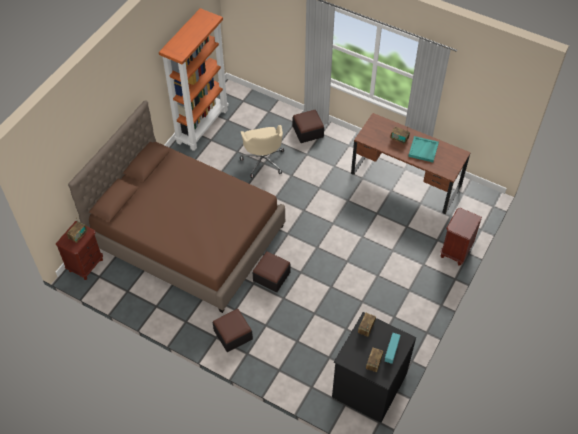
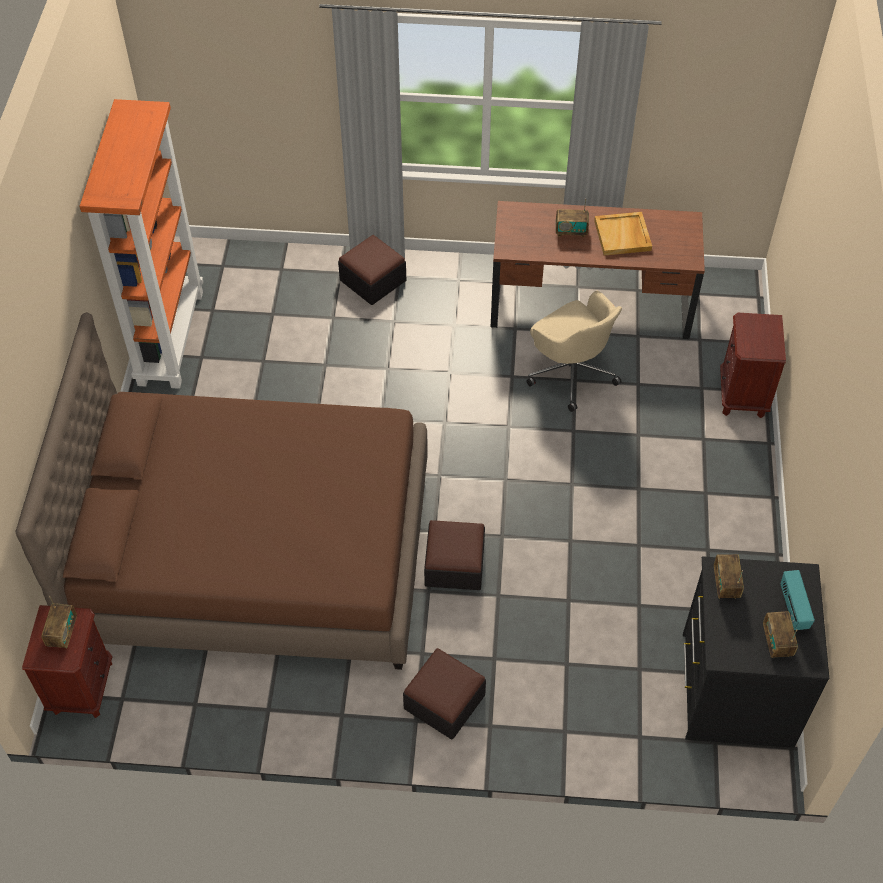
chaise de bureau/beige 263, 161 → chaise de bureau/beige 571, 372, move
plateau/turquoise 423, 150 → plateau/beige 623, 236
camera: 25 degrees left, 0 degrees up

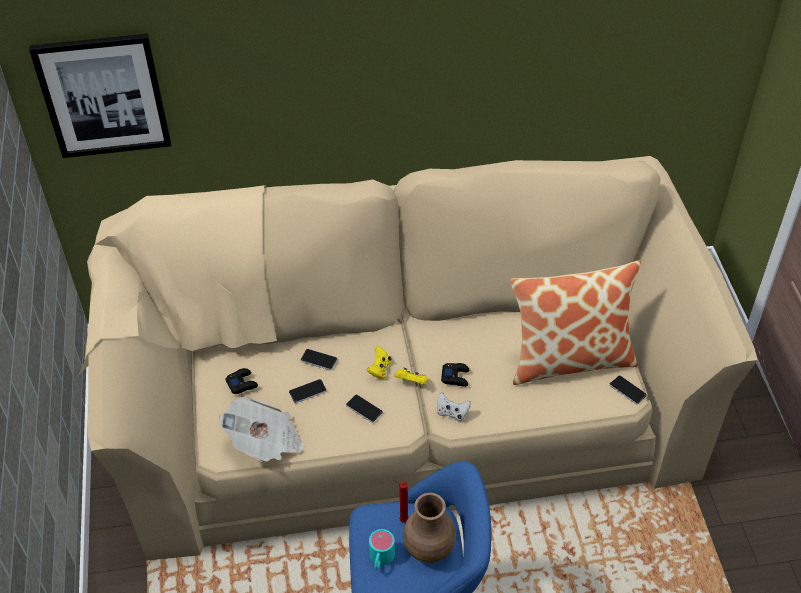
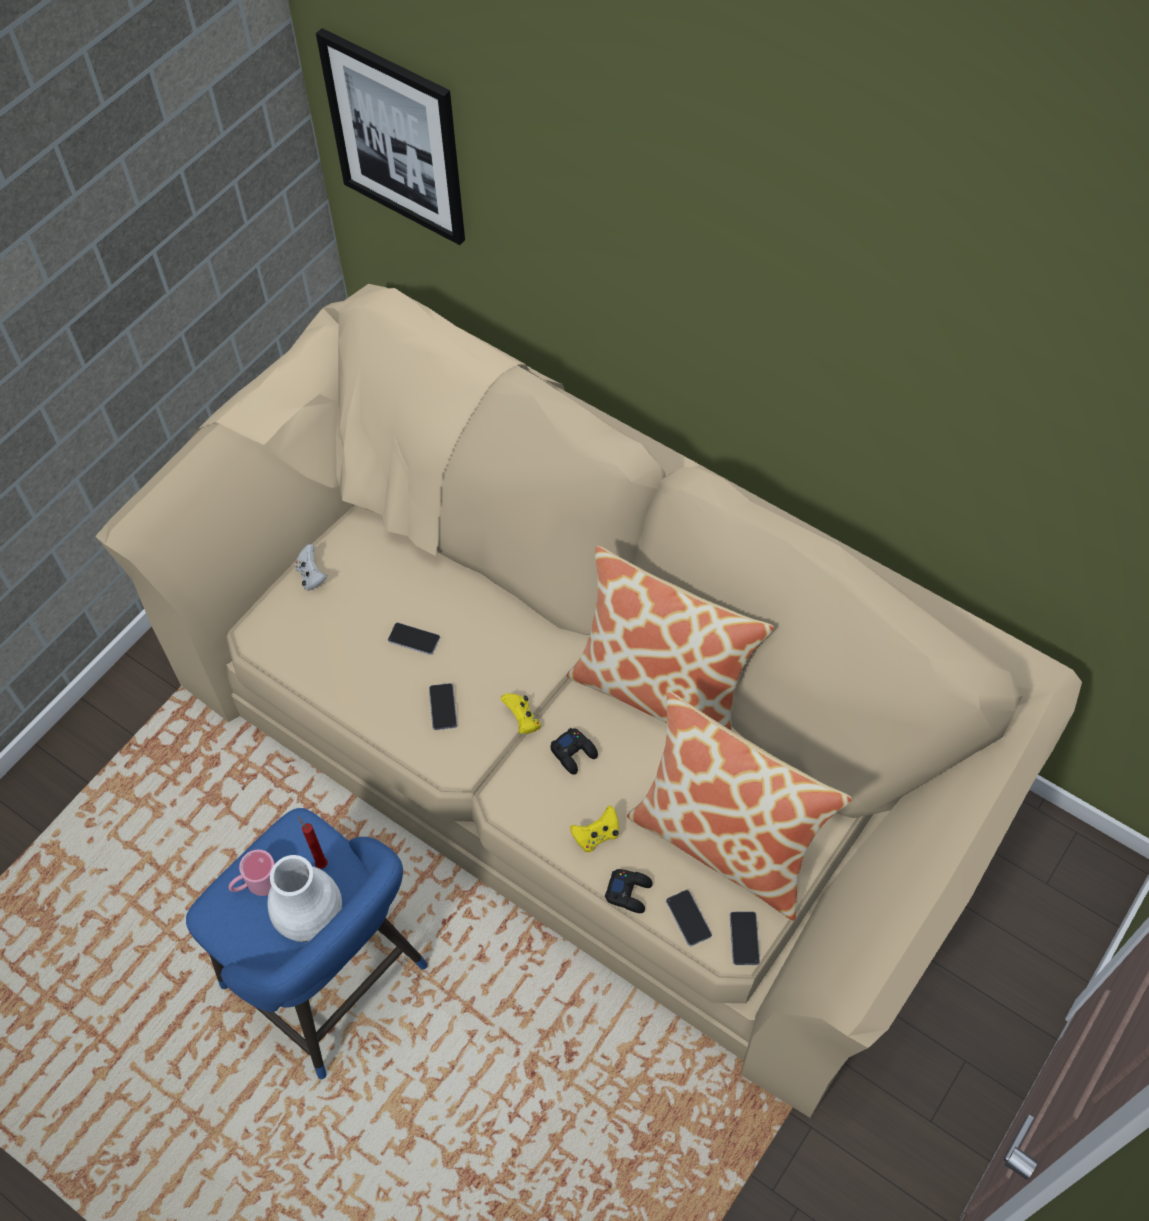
mug/turquoise 380, 559 → mug/rose 256, 883
vase/marron 429, 547 → vase/blanc 311, 916
manette/blanc 452, 413 → manette/blanc 311, 576, move
- → coussin 661, 692
manette/jaune 379, 369 → manette/jaune 596, 835, move
manette/noir 242, 383 → manette/noir 629, 892, move
téléphone 319, 360 → téléphone 688, 918, move
journal 265, 442 → -
camera: 45 degrees right, 10 degrees up

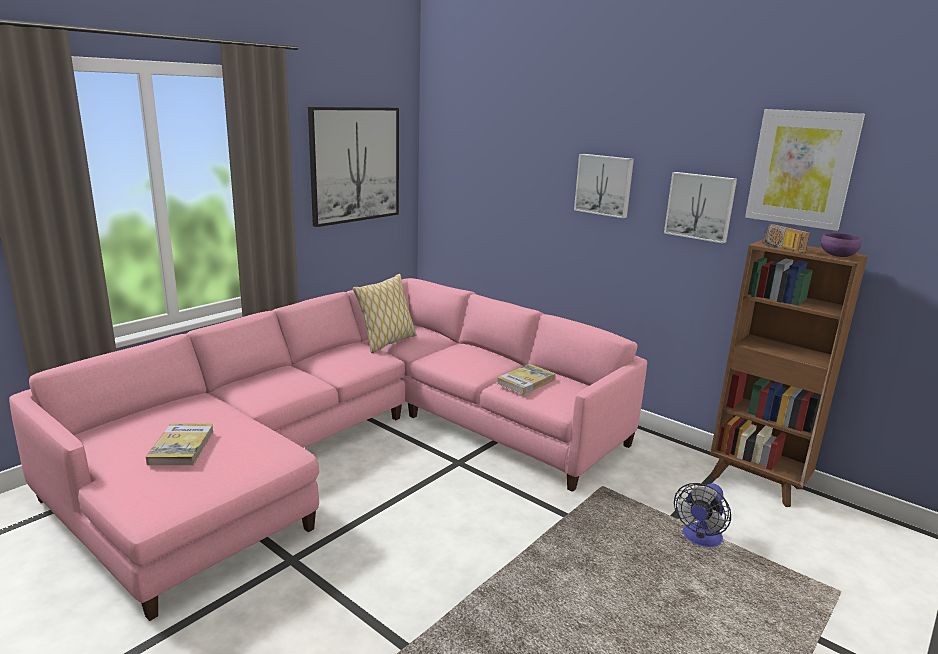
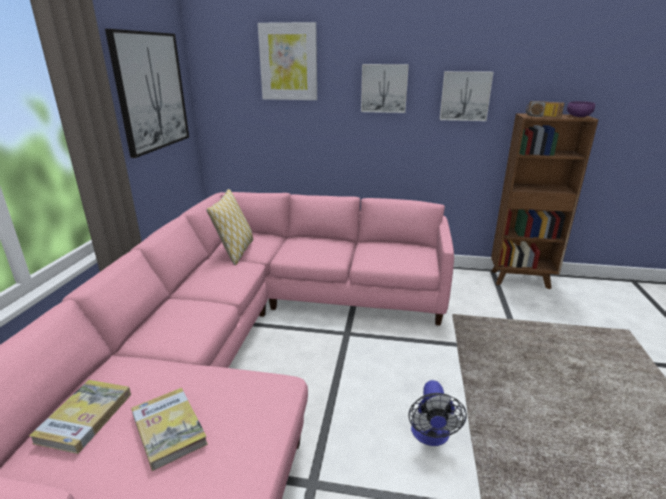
livre 526, 381 → livre 85, 417, move
tableau 801, 168 → tableau 288, 62, move
ventilateur 700, 539 → ventilateur 431, 436, move
camera: 30 degrees left, 5 degrees up

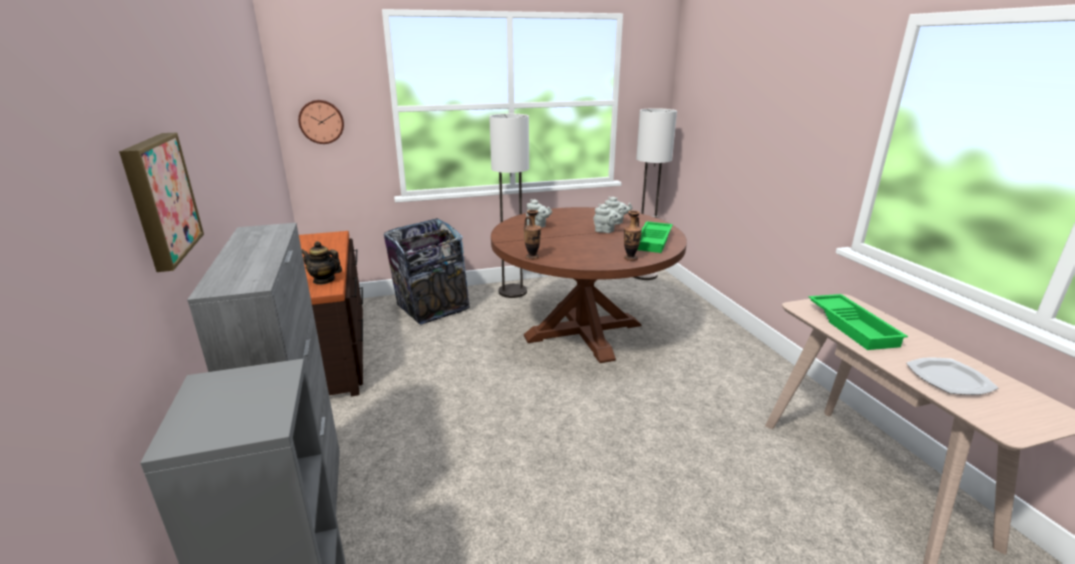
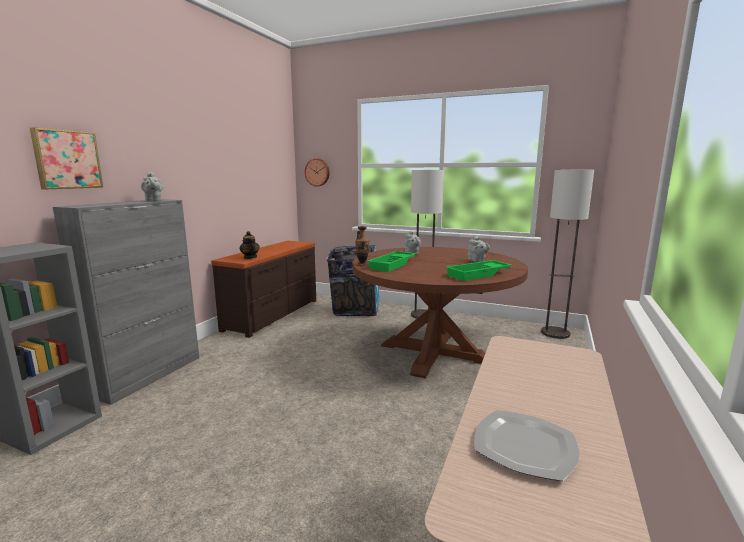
théière/gris 606, 231 → théière/gris 153, 200, move
plateau/vert 853, 326 → plateau/vert 393, 265, move
vase 630, 258 → -
camera: 40 degrees right, 10 degrees down

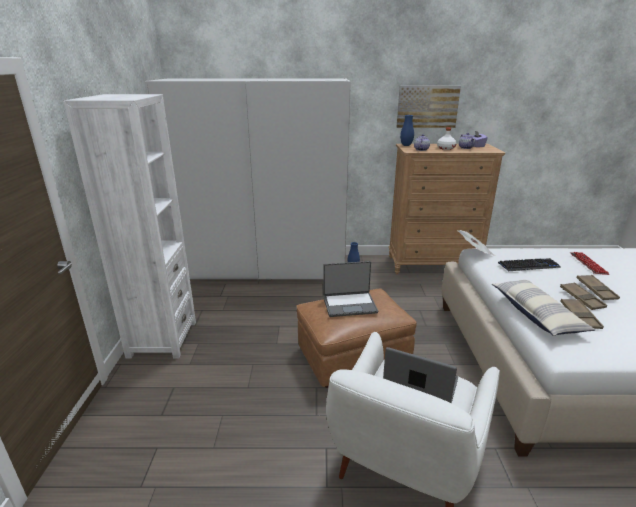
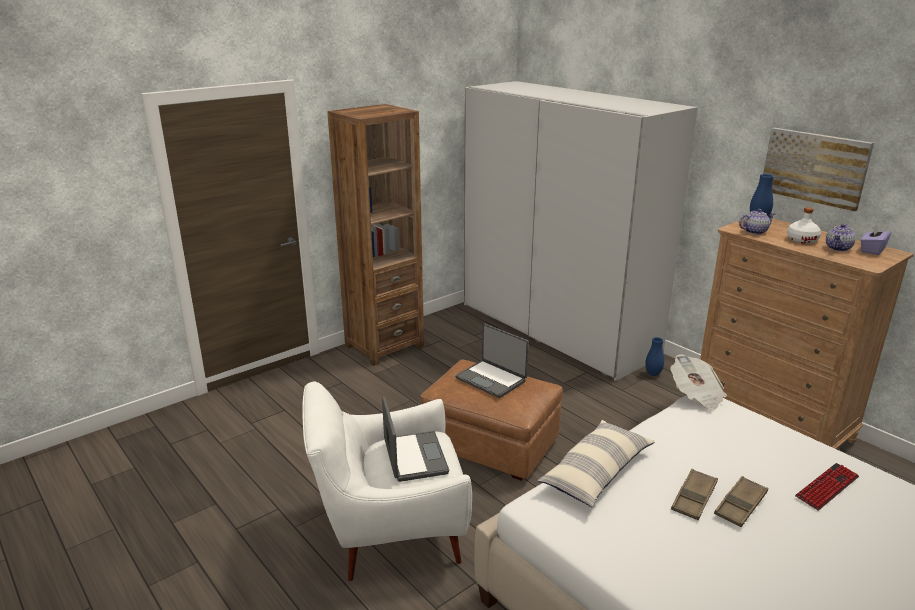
bibliothèque/blanc 162, 339 → bibliothèque/marron 384, 346
clavier 529, 265 → -
plateau/marron 579, 316 → -
camera: 50 degrees right, 0 degrees up

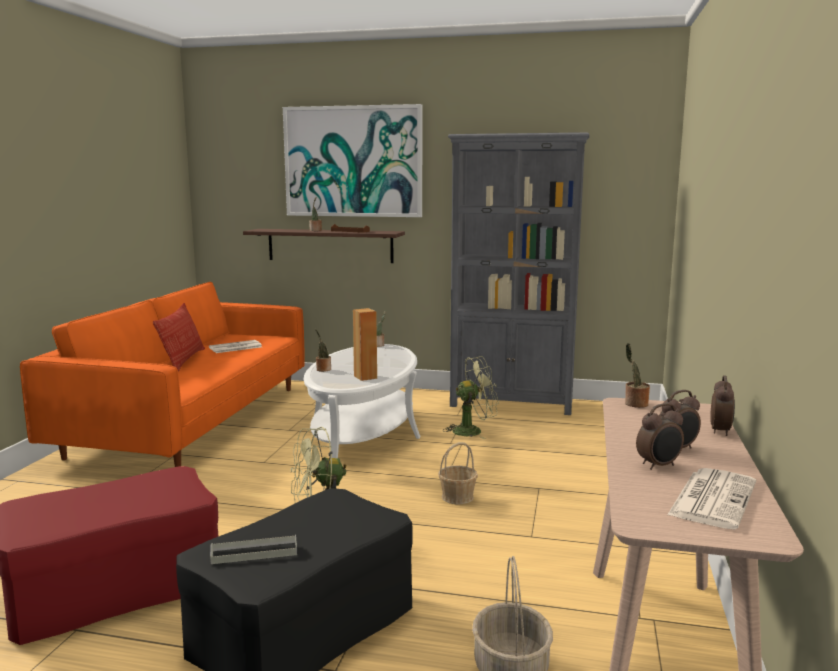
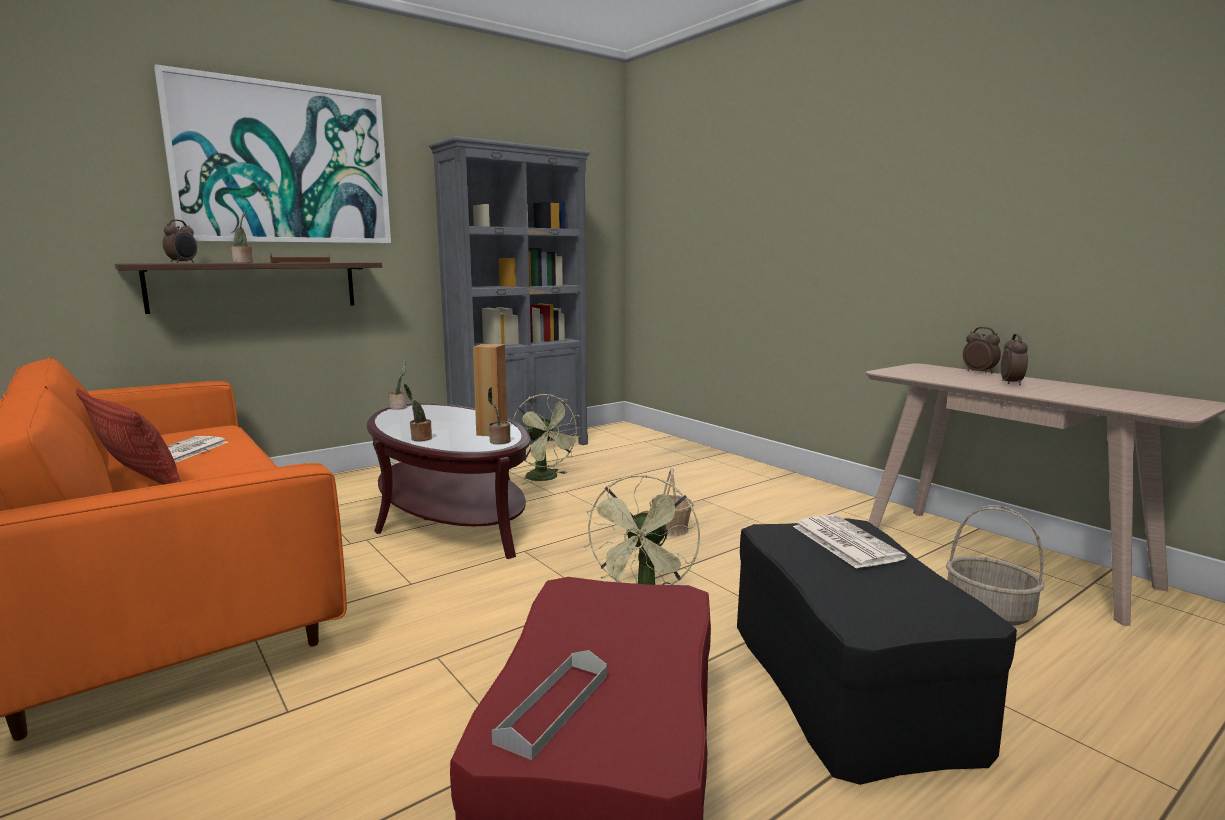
réveil 659, 466 → réveil 183, 263, move
table basse/blanc 364, 433 → table basse/marron 450, 515
plante en pot 634, 404 → plante en pot 499, 442, move
plateau/gris 254, 553 → plateau/gris 553, 707, move
ventilateur/vert 473, 431 → ventilateur/vert 546, 478, 120 degrees clockwise
journal 712, 498 → journal 844, 542, move
camera: 50 degrees left, 0 degrees up

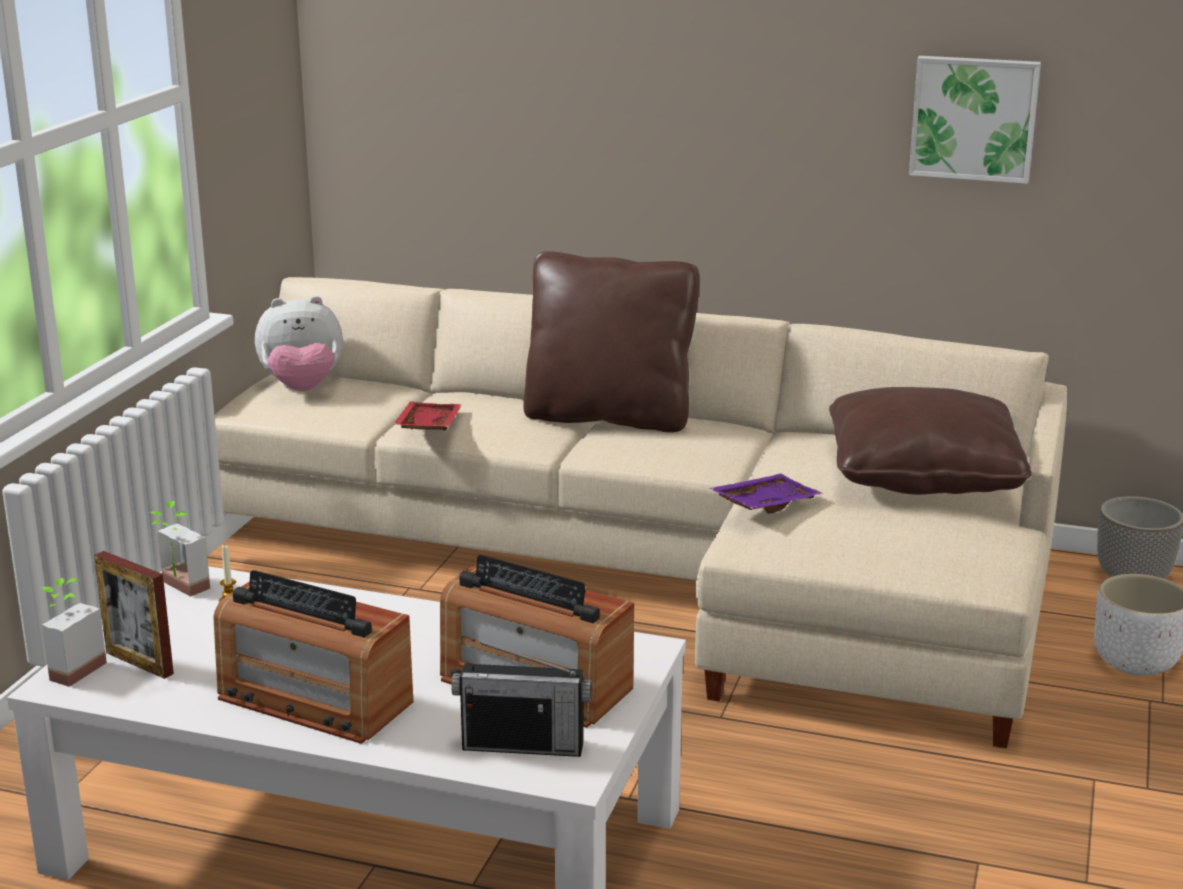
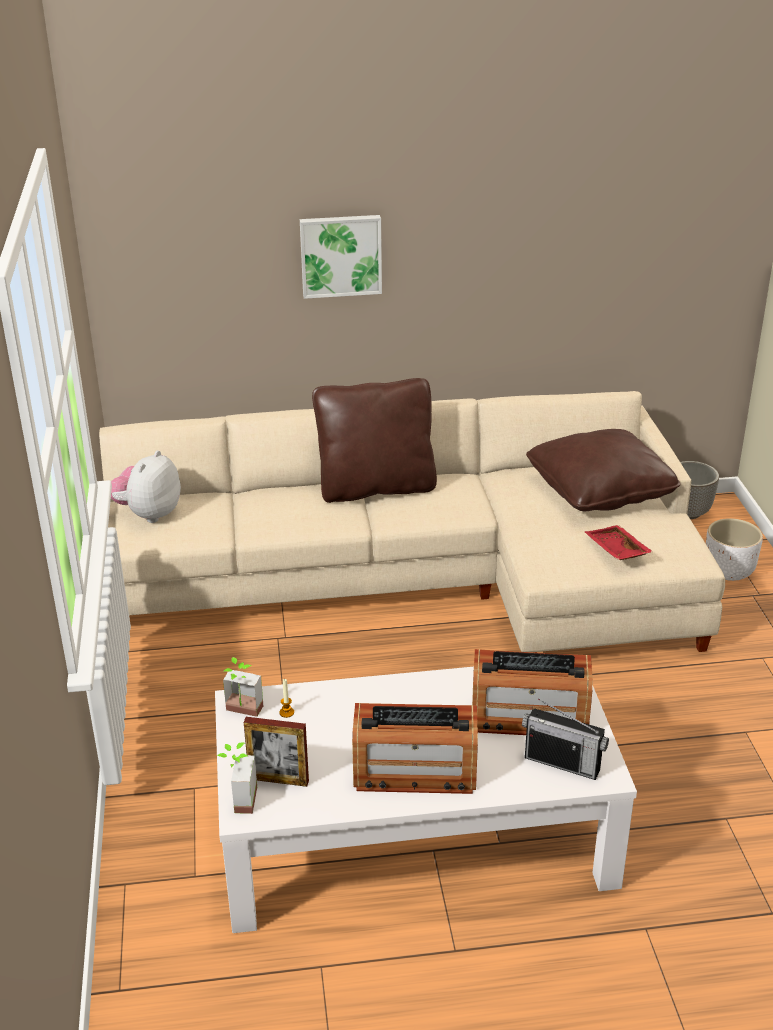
peluche 302, 389 → peluche 148, 514, 150 degrees clockwise
tableau 974, 118 → tableau 340, 255, move
radio 523, 745 → radio 562, 763, 45 degrees clockwise
plateau/rouge 427, 427 → plateau/rouge 615, 550, move
plateau/violet 764, 504 → -
camera: 25 degrees left, 10 degrees up

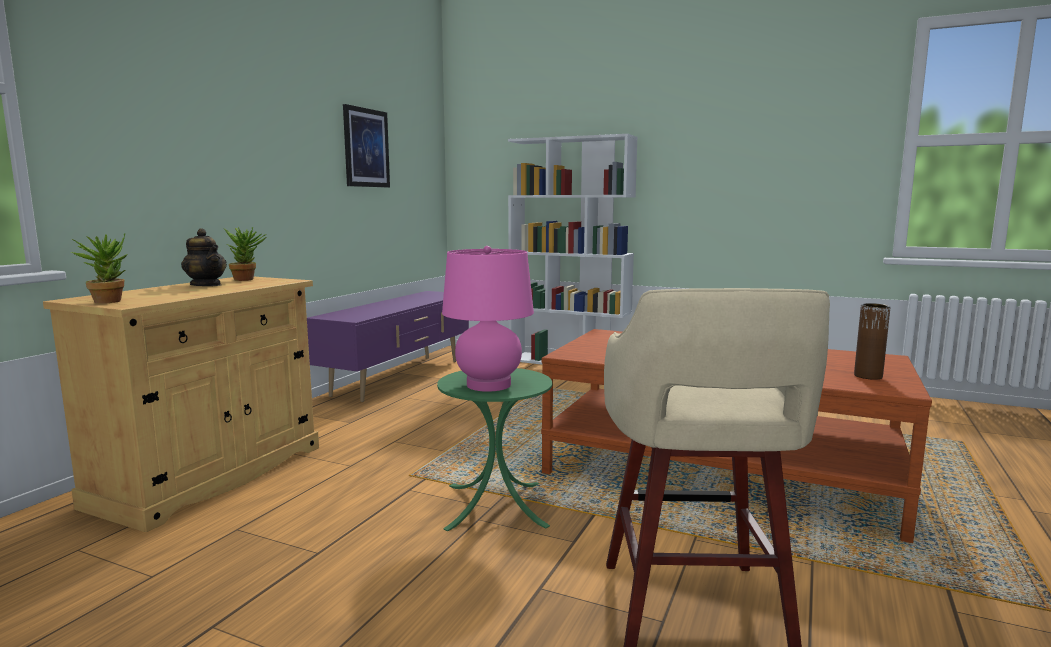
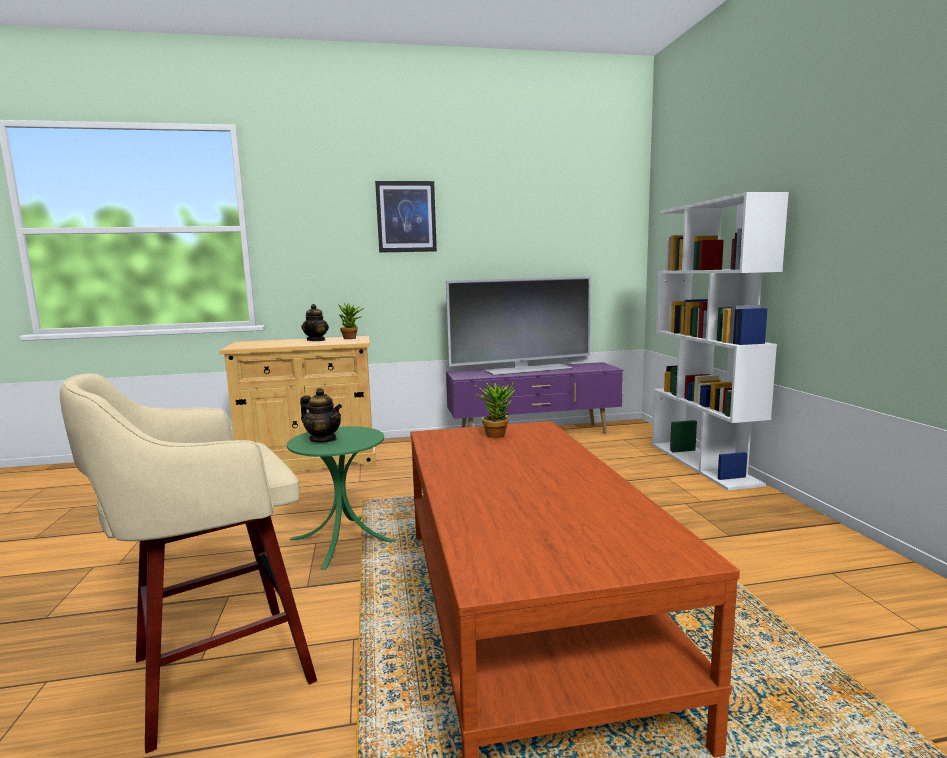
lampe de table/rose 488, 385 → théière 323, 439
tableau 366, 148 → tableau 406, 217, move
- → téléviseur 527, 369
plante en pot 108, 301 → plante en pot 497, 434, move
vase/marron 868, 376 → -
camera: 55 degrees right, 0 degrees up

